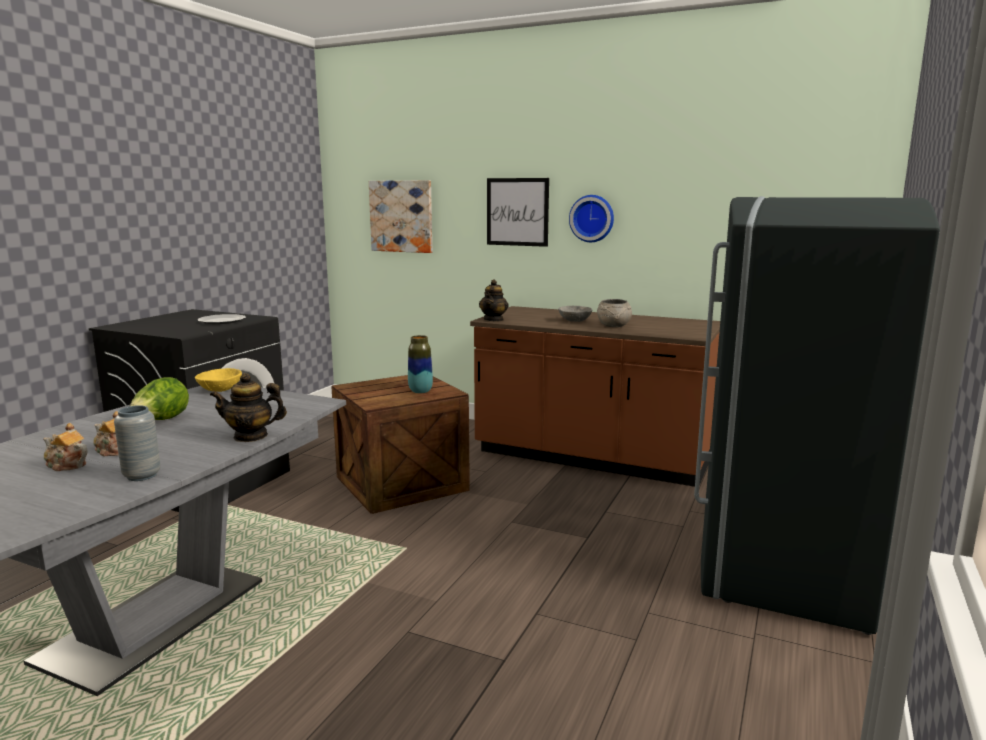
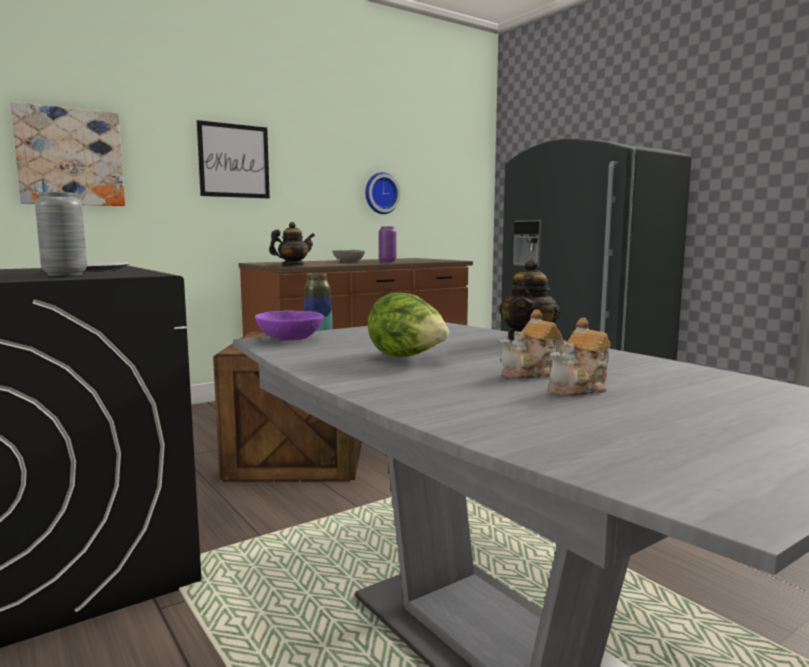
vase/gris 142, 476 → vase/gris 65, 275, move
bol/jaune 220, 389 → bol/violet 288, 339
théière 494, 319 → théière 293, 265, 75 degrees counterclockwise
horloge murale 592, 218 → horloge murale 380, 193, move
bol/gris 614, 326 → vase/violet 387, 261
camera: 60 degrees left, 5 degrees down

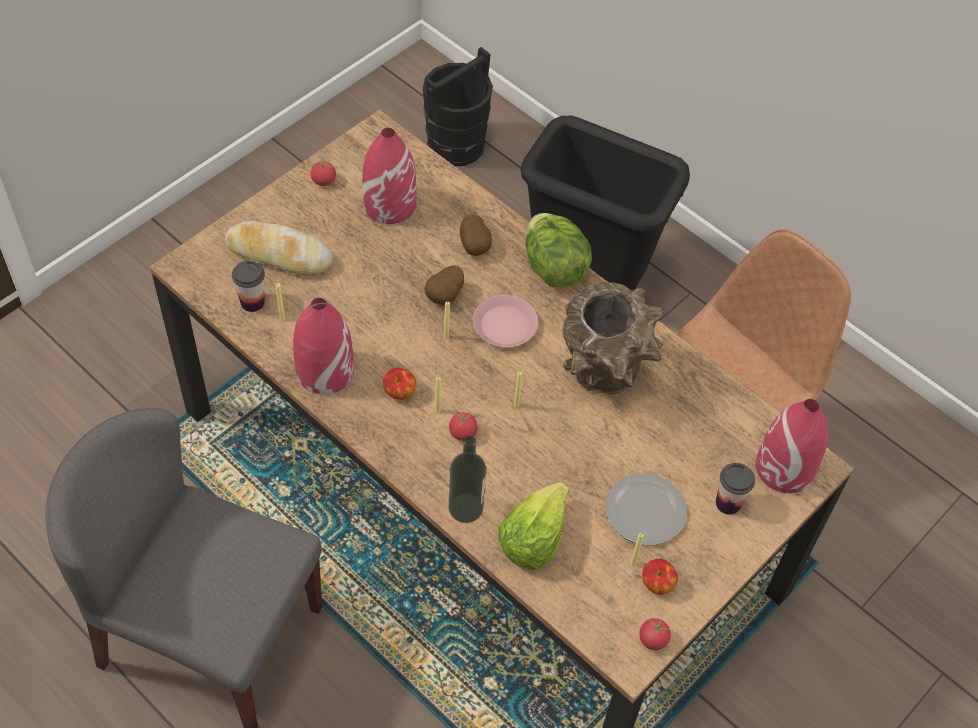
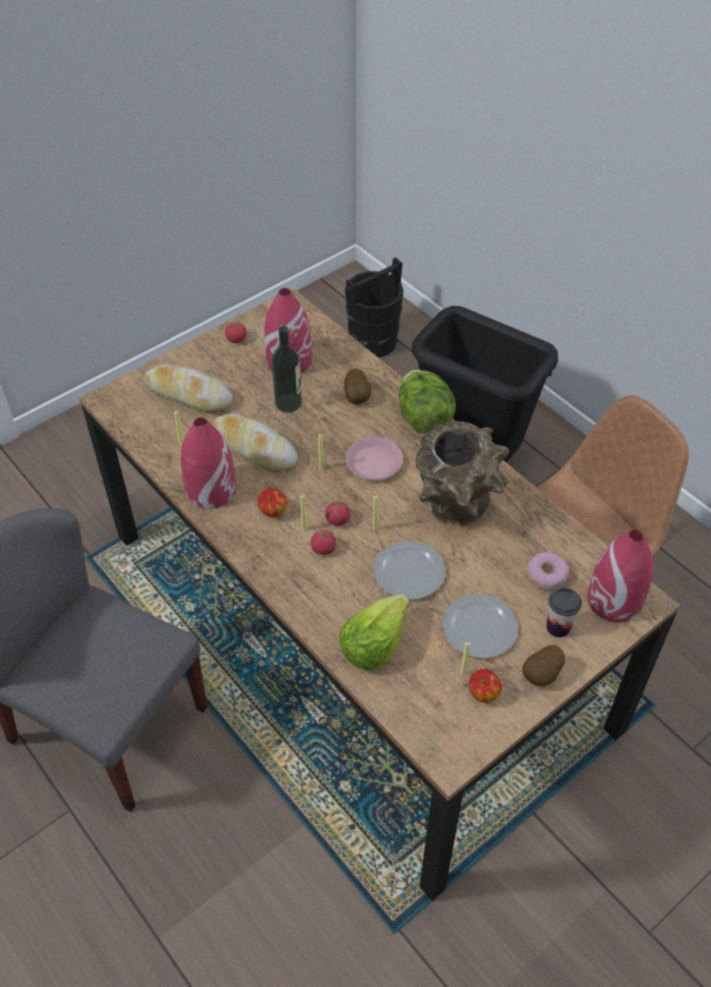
- → pain 254, 448
bouteille 466, 508 → bouteille 288, 403, move
tomate 653, 639 → tomate 337, 520, move
- → assiette 409, 571
pomme de terre 445, 296 → pomme de terre 542, 676, move
- → beignet 546, 575
tasse 252, 302 → -
camera: 10 degrees right, 5 degrees down

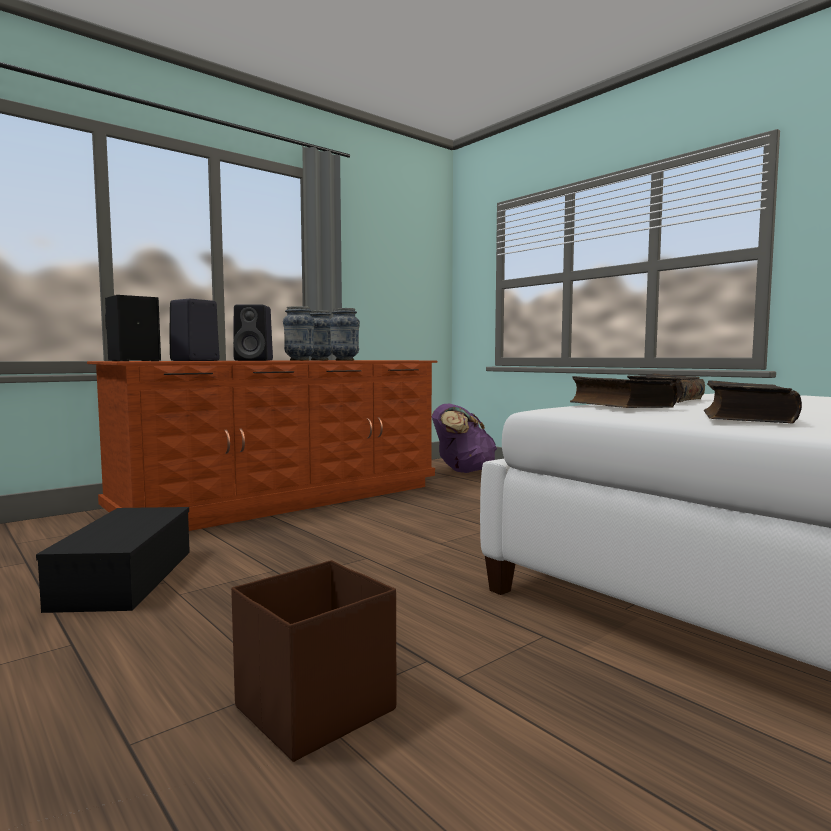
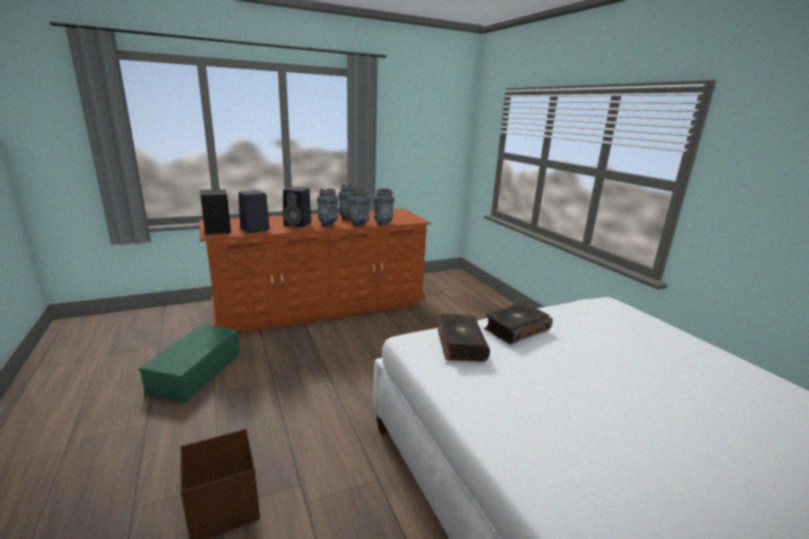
boîte de rangement/noir 124, 577 → boîte de rangement/vert 196, 371
- → vase 383, 223
sac à dos/violet 462, 471 → -
livre 744, 418 → -
camera: 15 degrees right, 15 degrees up

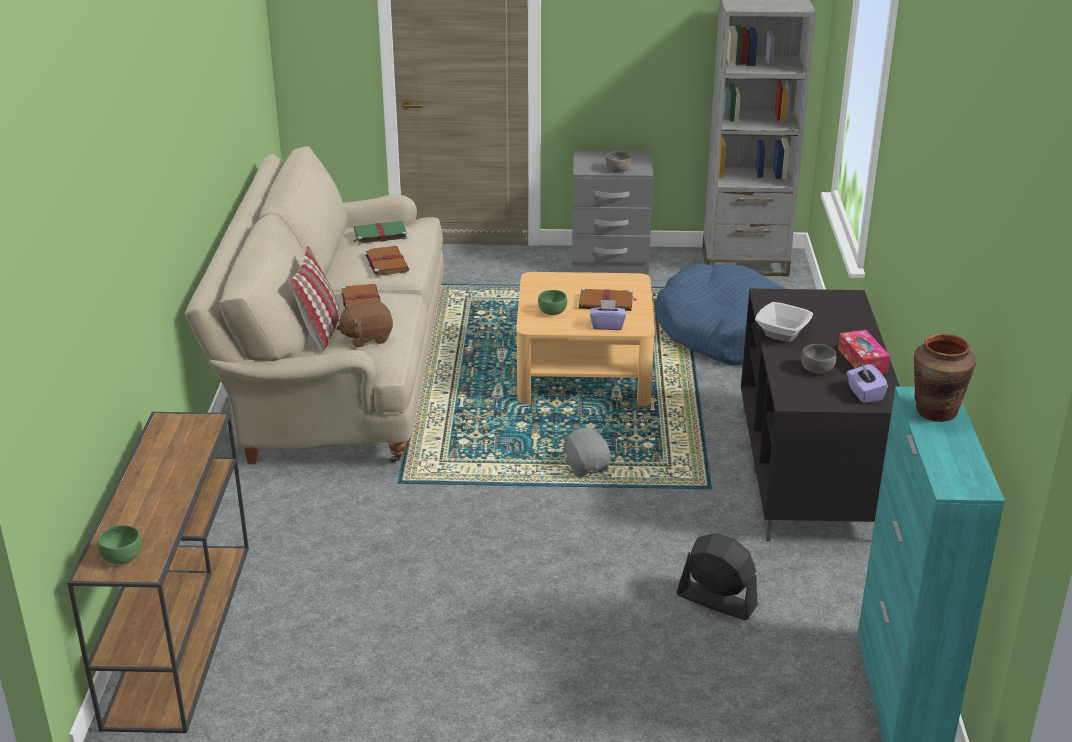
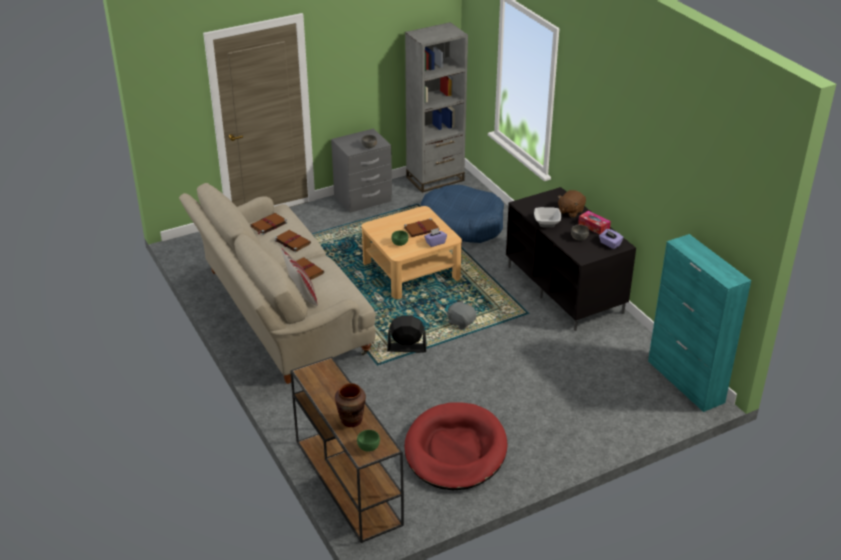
livre/vert 379, 234 → livre/marron 268, 225
vase/marron 935, 411 → vase/marron 351, 420, move
ventilateur/noir 716, 600 → ventilateur/noir 406, 348, move
- → panier pour chien/rouge 455, 450
peluche/marron 367, 338 → peluche/marron 570, 211, move
camera: 30 degrees left, 5 degrees up

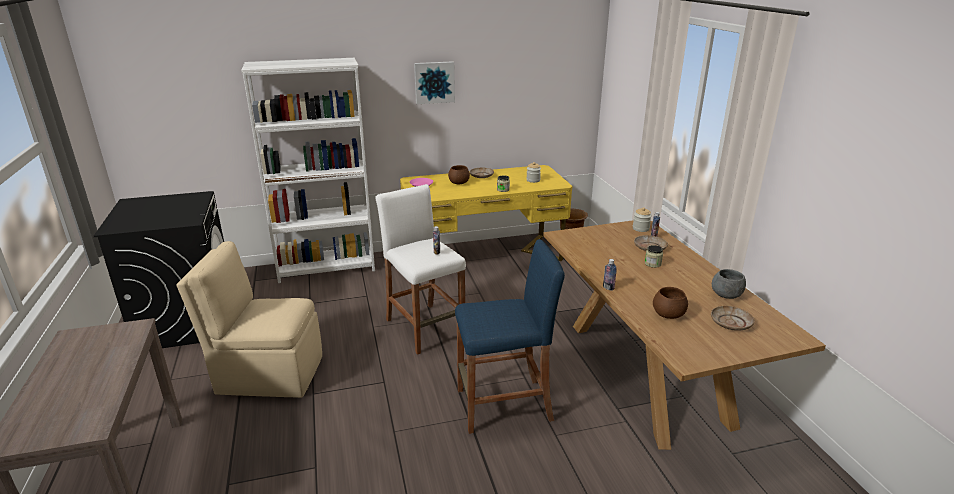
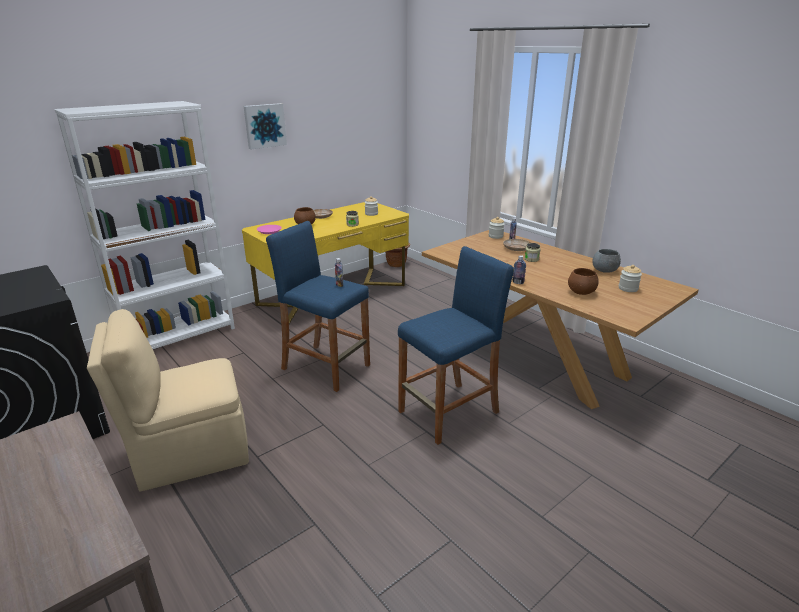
tabouret/blanc 425, 328 → tabouret/bleu 326, 367
assiette/beige 731, 323 → bocal 628, 288
camera: 25 degrees left, 0 degrees up

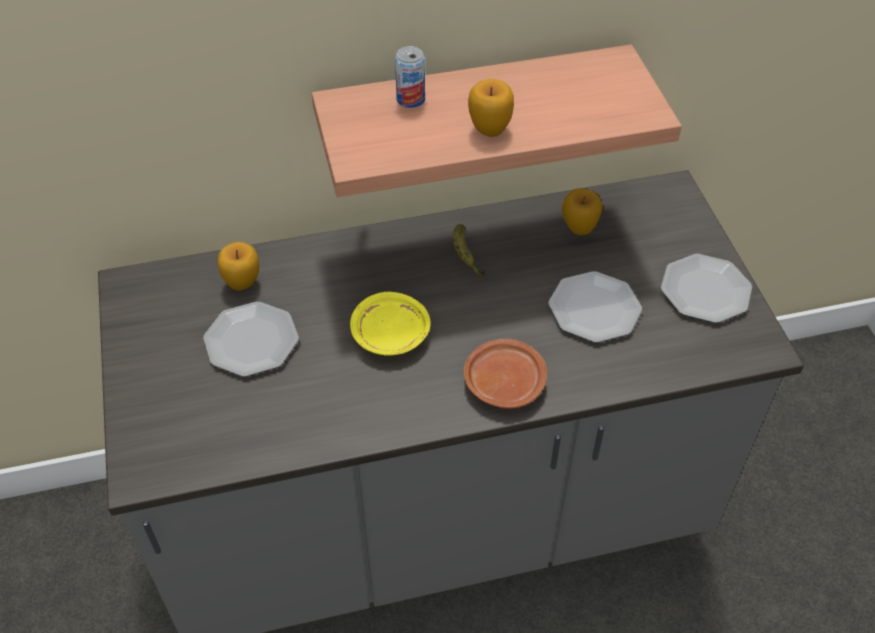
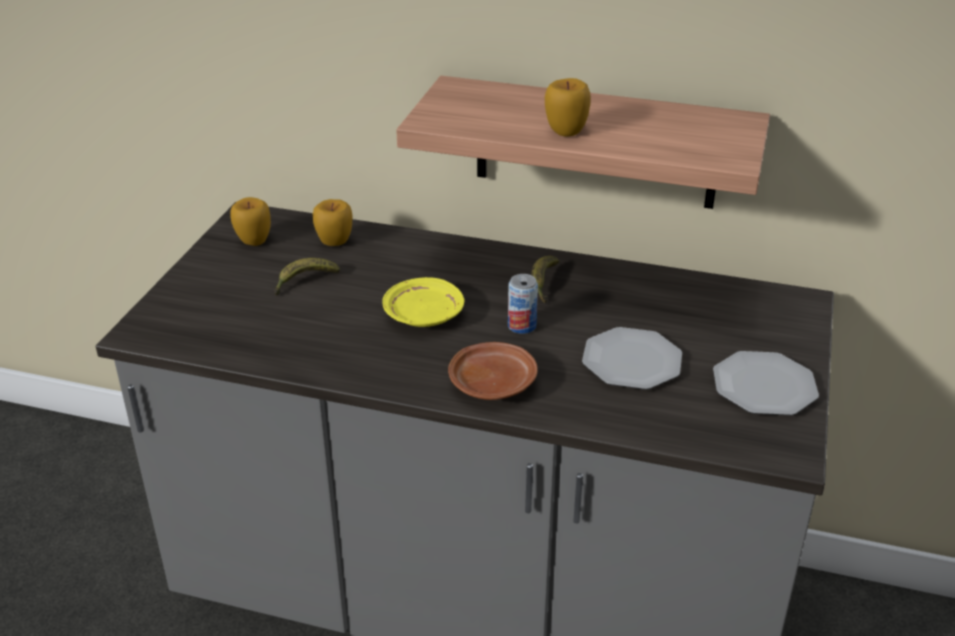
pomme 579, 228 → pomme 253, 241, move
assiette 252, 342 → banane 304, 281
boîte métallique 410, 99 → boîte métallique 522, 326, move
camera: 30 degrees right, 15 degrees down

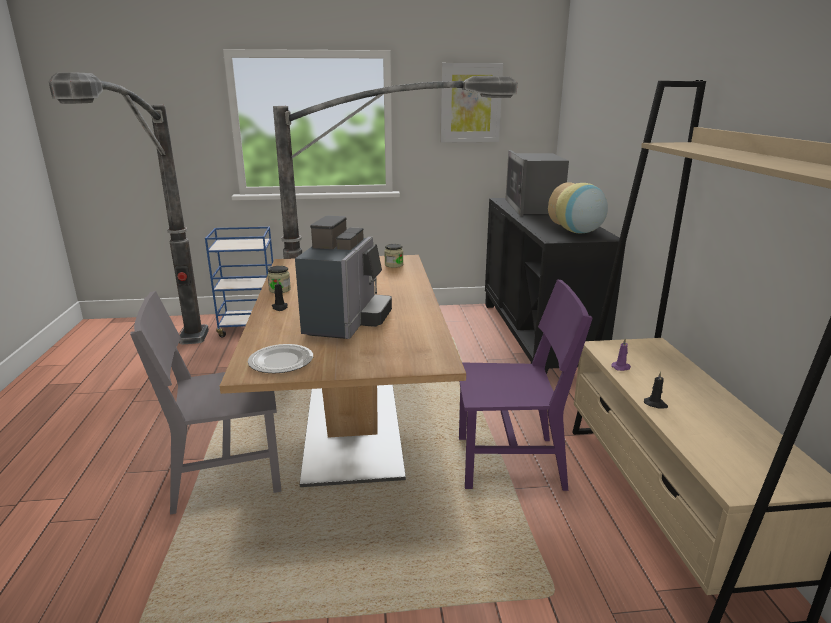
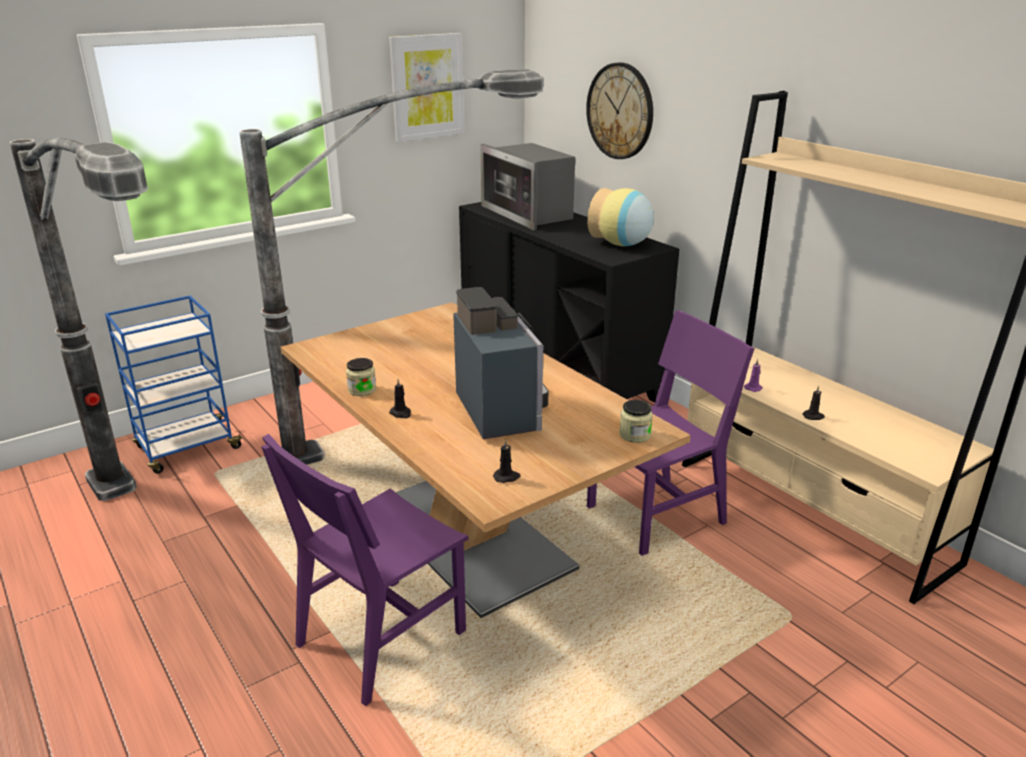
chaise/gris 227, 474 → chaise/violet 381, 638
assiette 281, 362 → bougie/noir 507, 477
- → horloge murale 620, 111
bocal 394, 265 → bocal 635, 435, move
camera: 30 degrees left, 5 degrees up

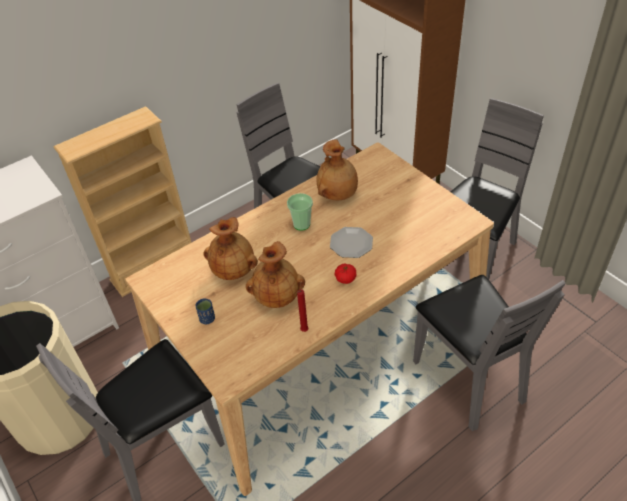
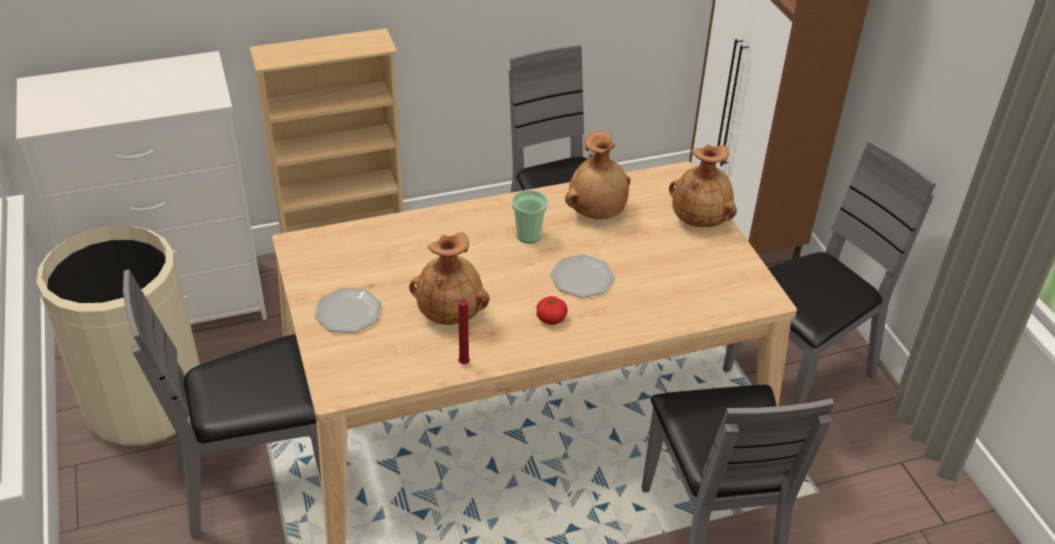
tasse/bleu 207, 319 → assiette 349, 312
vase/marron 234, 270 → vase/marron 700, 219, move
camera: 15 degrees right, 5 degrees down

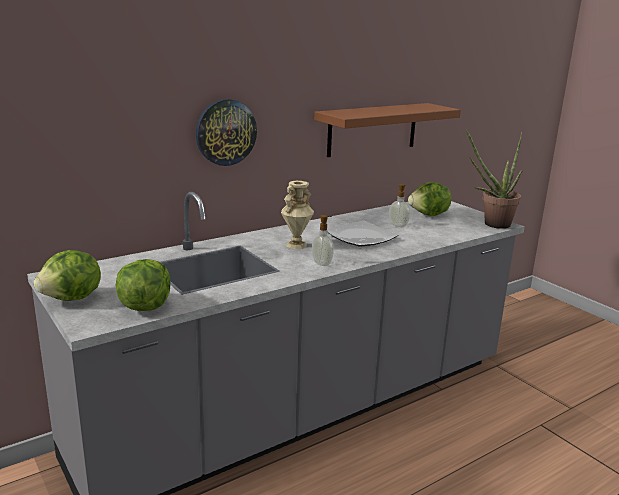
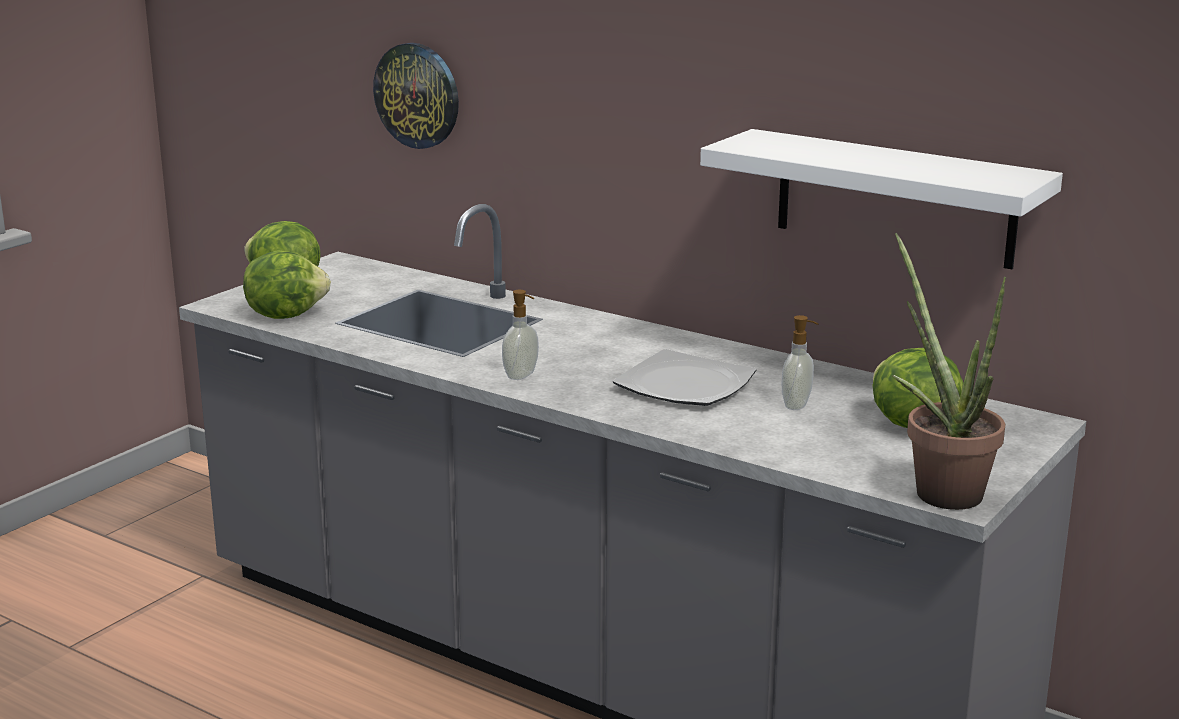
horloge murale 225, 132 → horloge murale 417, 95, move
étagère/marron 373, 129 → étagère/blanc 894, 198
vase/beige 296, 245 → -
camera: 70 degrees right, 0 degrees up

